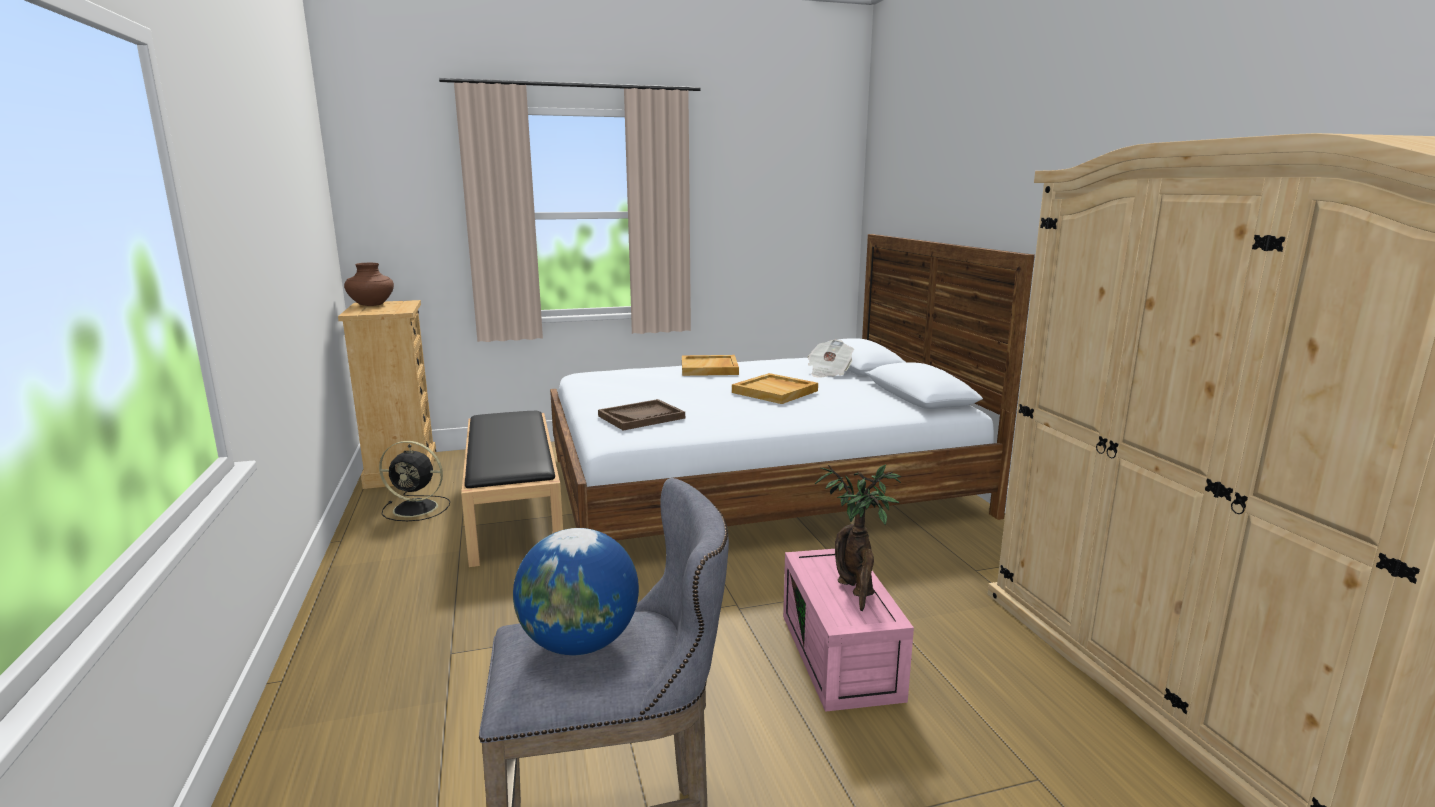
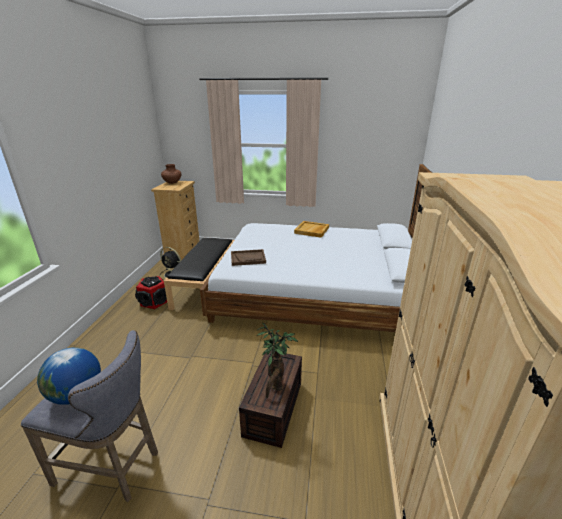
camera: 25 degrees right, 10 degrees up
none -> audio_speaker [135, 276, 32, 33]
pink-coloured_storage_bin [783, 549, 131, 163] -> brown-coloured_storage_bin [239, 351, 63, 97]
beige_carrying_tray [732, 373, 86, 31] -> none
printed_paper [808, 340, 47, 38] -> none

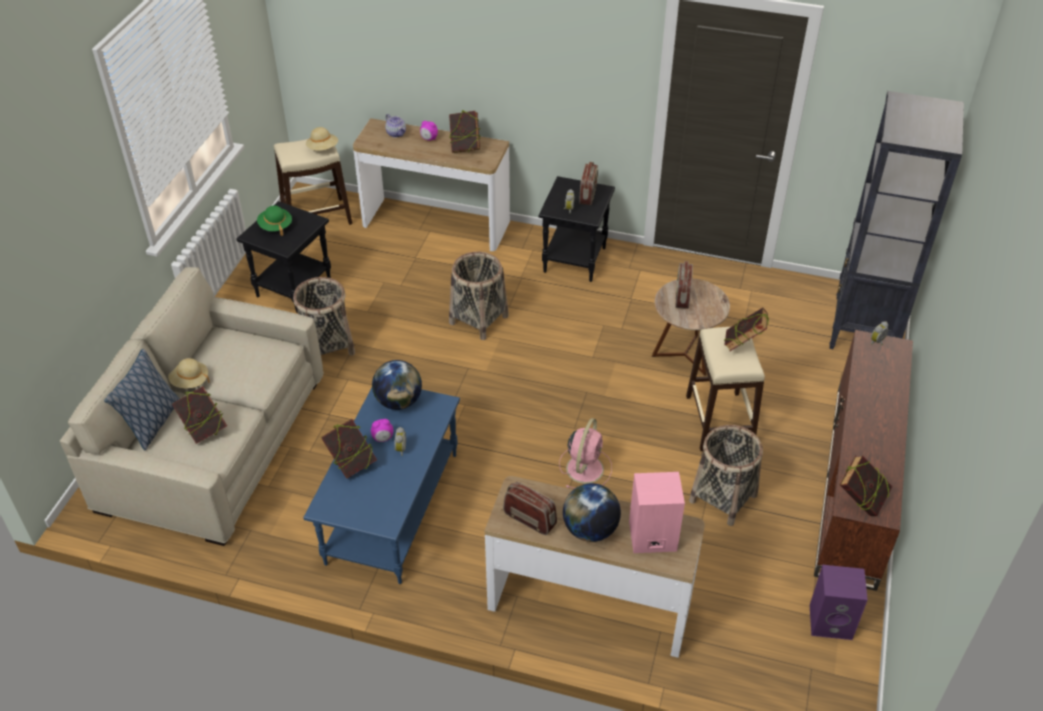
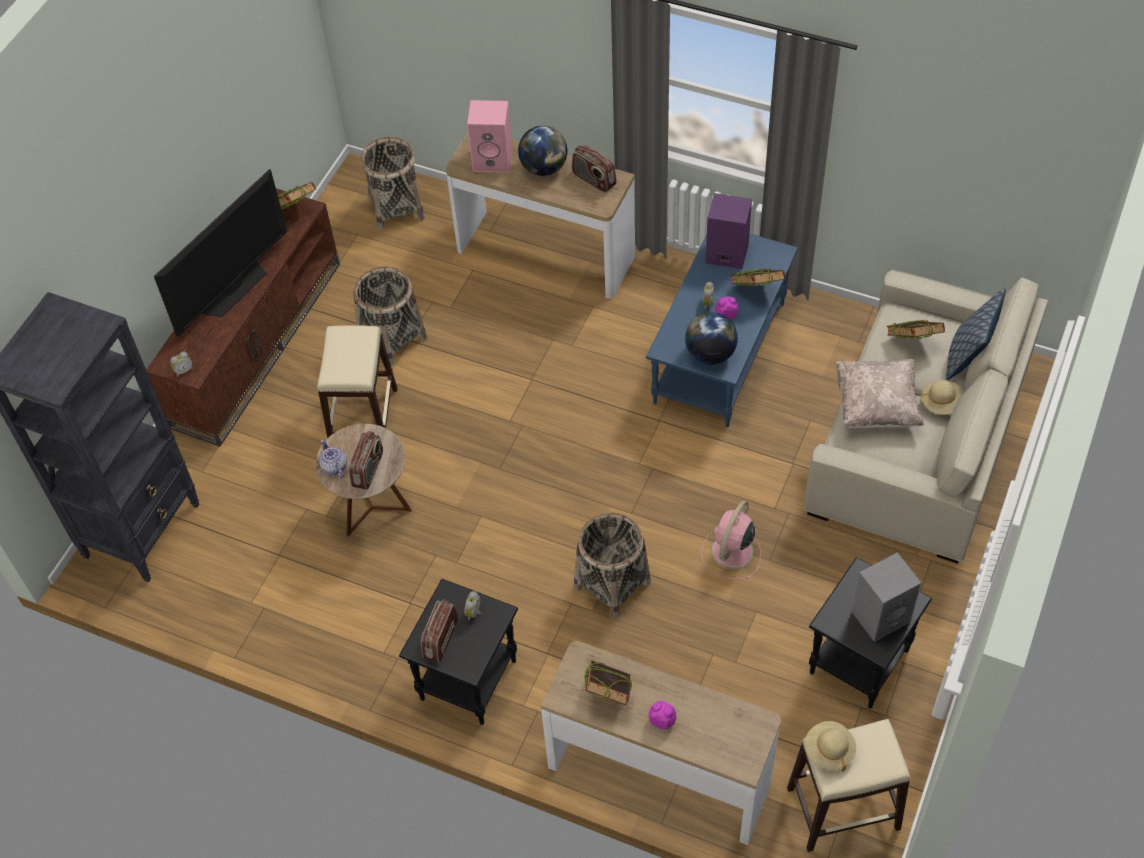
camera: 170 degrees left, 10 degrees up
none -> television [154, 169, 133, 168]
teapot [385, 114, 21, 24] -> teapot [319, 439, 28, 39], moved
household_basket [293, 277, 62, 79] -> household_basket [361, 137, 64, 93], moved
pink-coloured_cooling_fan [559, 418, 53, 71] -> pink-coloured_cooling_fan [701, 501, 60, 79], moved
purple-coloured_audio_speaker [810, 565, 58, 75] -> purple-coloured_audio_speaker [705, 193, 47, 76], moved
none -> beige_cushion [835, 359, 89, 69]
green-coloured_clothing_hat [257, 205, 35, 31] -> gray_audio_speaker [851, 552, 70, 90]
bound_book [724, 308, 45, 43] -> none

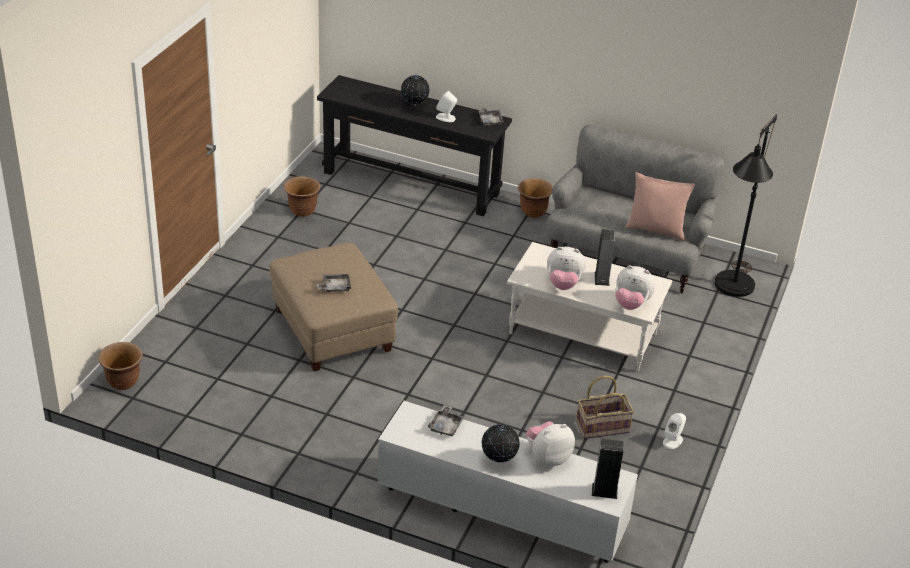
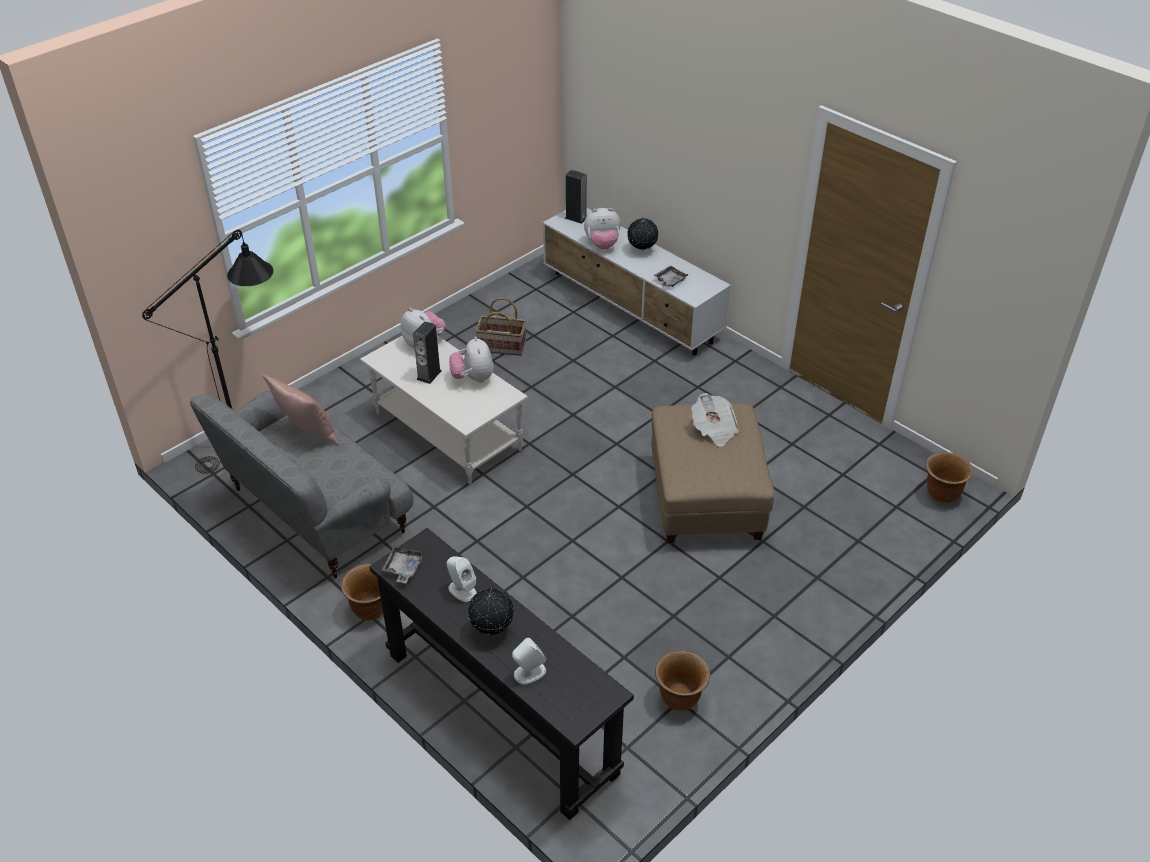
camera: 155 degrees left, 5 degrees up
soft_toy [547, 247, 38, 43] -> soft_toy [449, 337, 45, 46], 135 degrees counterclockwise
white-coloured_audio_speaker [663, 413, 23, 36] -> white-coloured_audio_speaker [512, 638, 34, 46], moved
gray_carrying_tray [317, 274, 34, 18] -> printed_paper [691, 393, 48, 54]

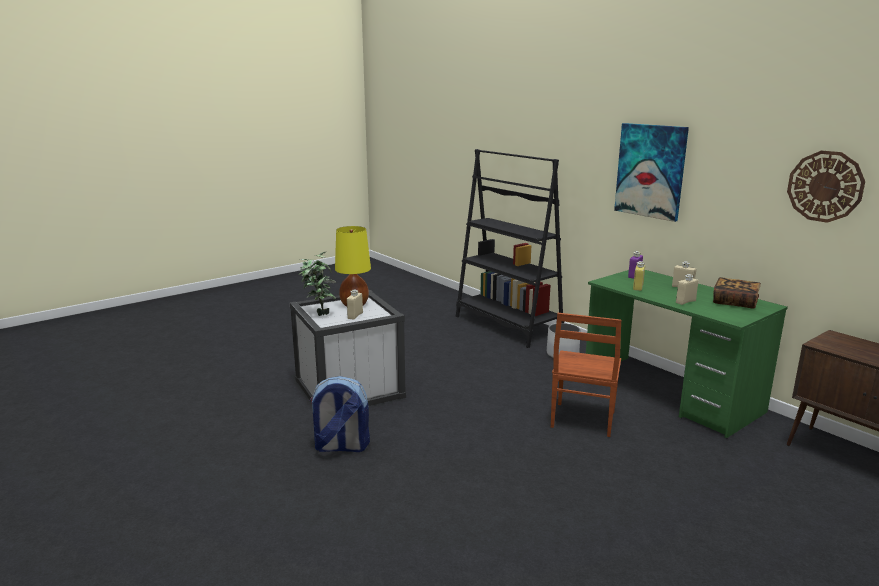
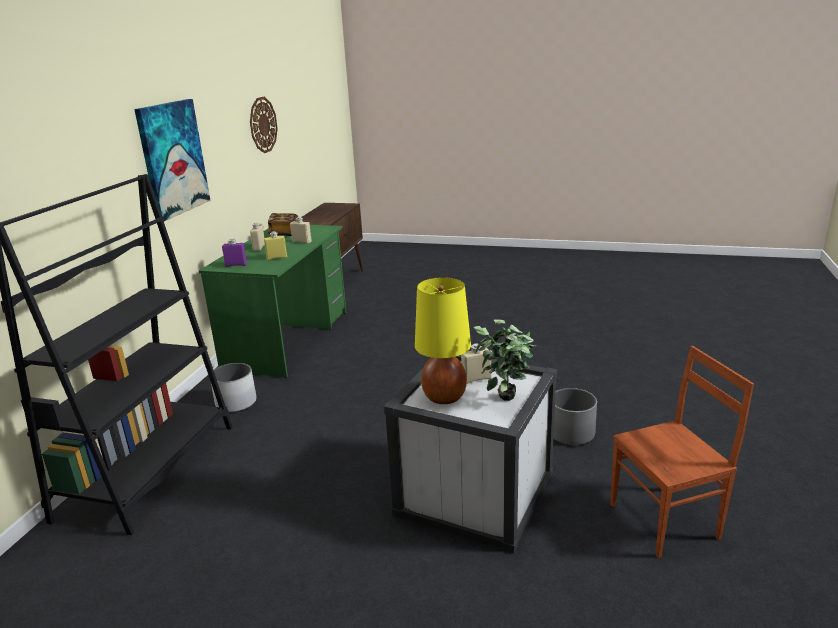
camera: 125 degrees left, 5 degrees up
knapsack [310, 376, 60, 76] -> gray_plant_pot [553, 388, 44, 57]
brown-coloured_plain_chair [551, 313, 70, 124] -> brown-coloured_plain_chair [610, 346, 144, 212], moved

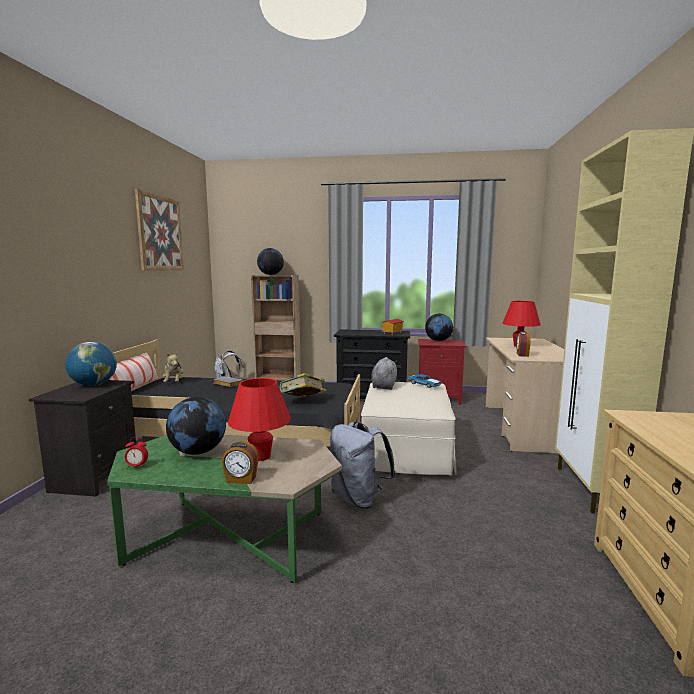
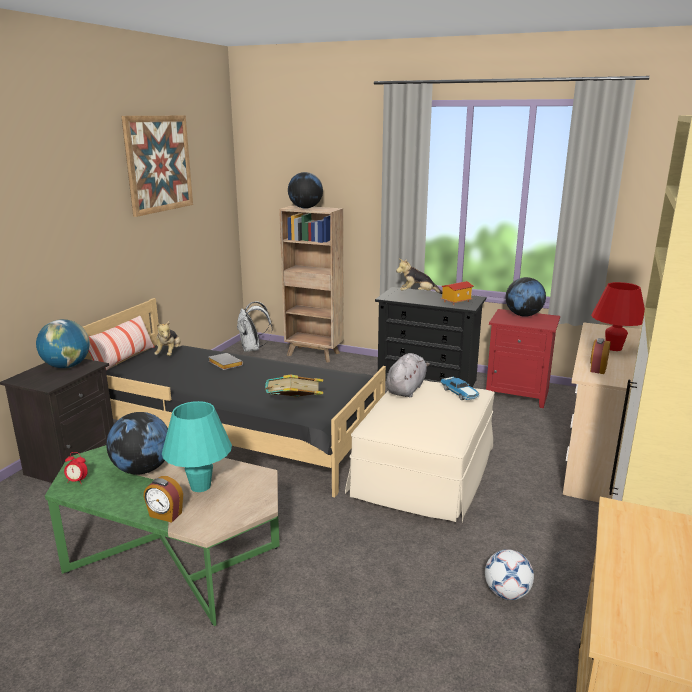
camera: 15 degrees right, 10 degrees up
reddish_lamp_for_a_table [228, 378, 63, 83] -> blue-green_lamp_for_a_table [162, 401, 70, 91]
none -> soft_toy [396, 258, 46, 36]
none -> ball_for_football [485, 549, 49, 51]
gray_knapsack [330, 422, 66, 87] -> none

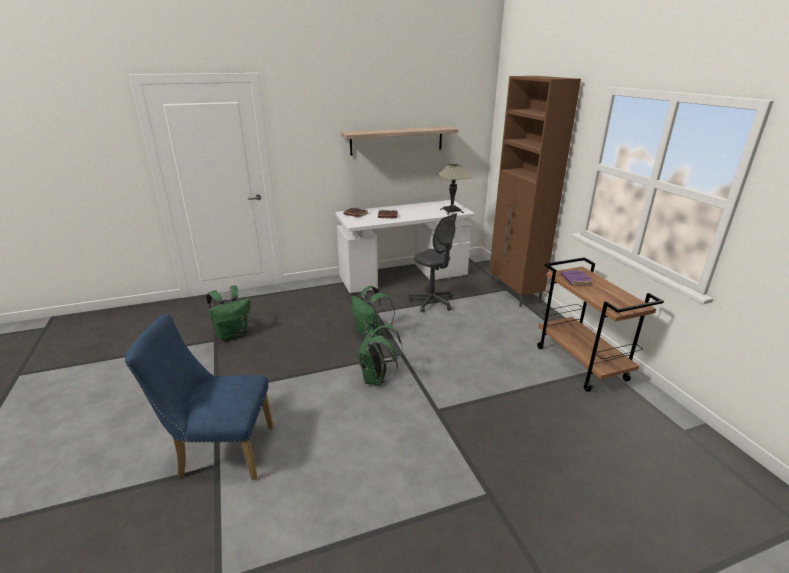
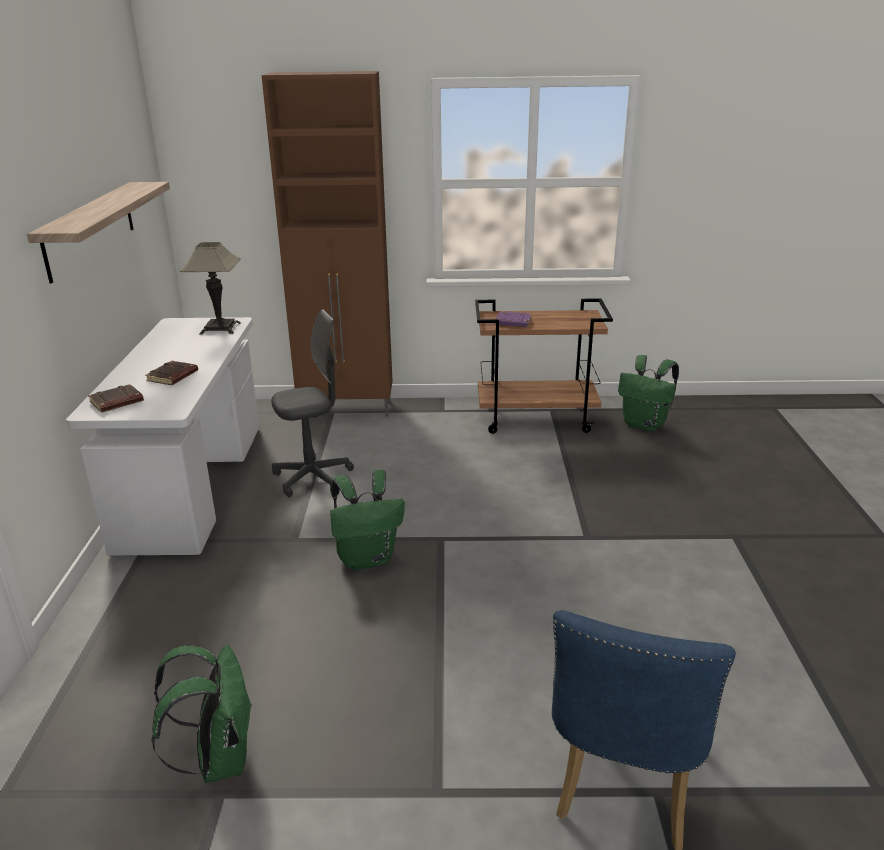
camera: 70 degrees left, 0 degrees up
green-coloured_knapsack [358, 325, 45, 60] -> green-coloured_knapsack [618, 355, 61, 76], moved

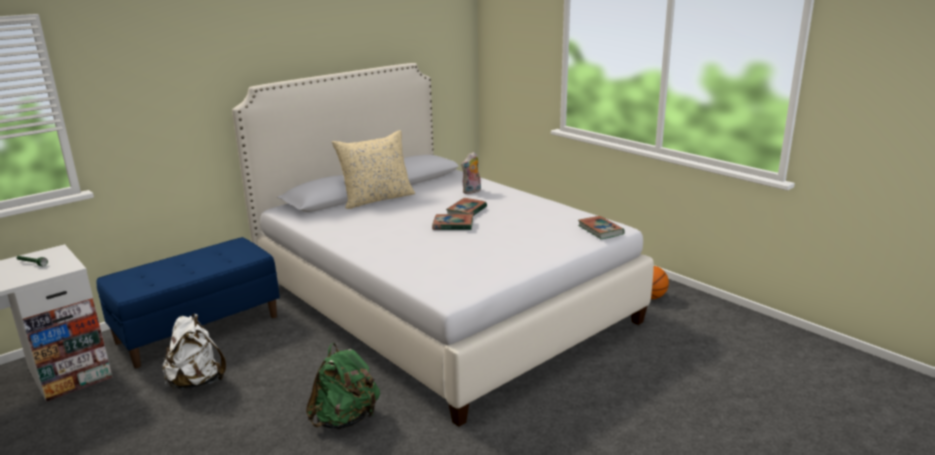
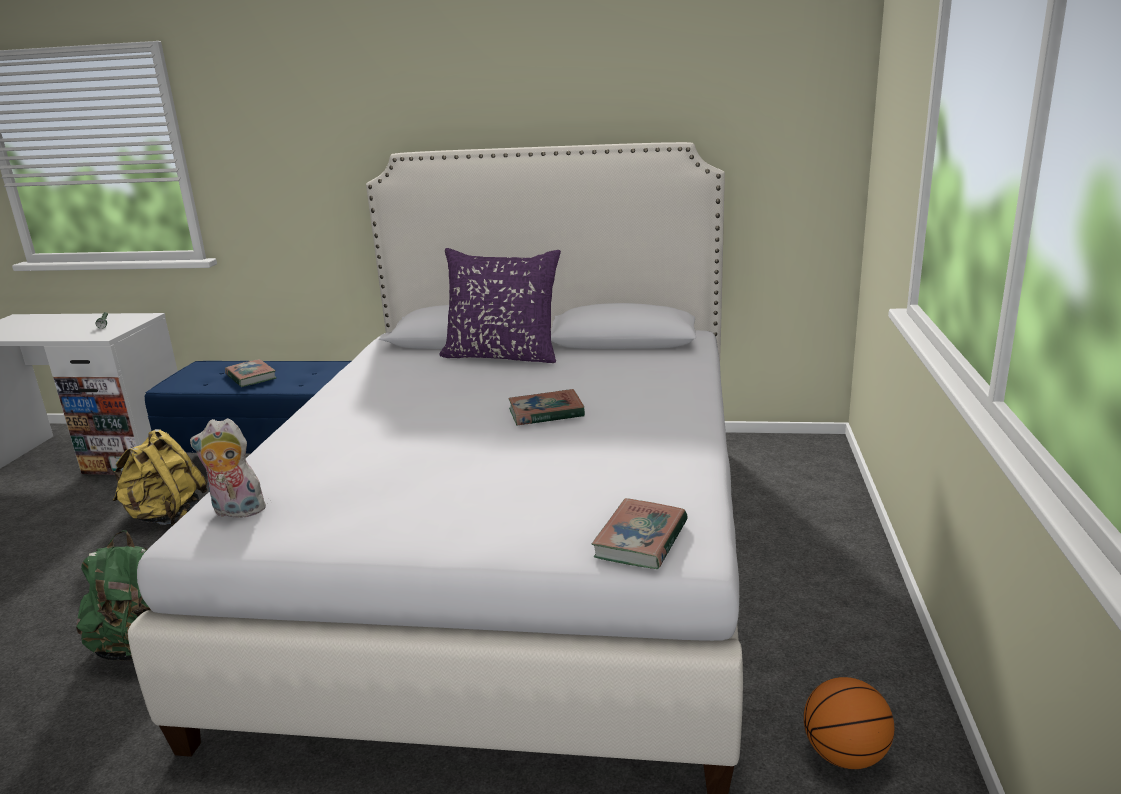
camera: 50 degrees right, 0 degrees up
white-coloured_knapsack [162, 314, 64, 75] -> yellowish_knapsack [113, 429, 94, 97]
soft_toy [461, 152, 20, 42] -> soft_toy [190, 418, 78, 100], moved
bound_book [432, 214, 41, 16] -> bound_book [225, 359, 52, 28], moved
beige_cushion [332, 130, 83, 79] -> purple-coloured_cushion [439, 248, 122, 115]

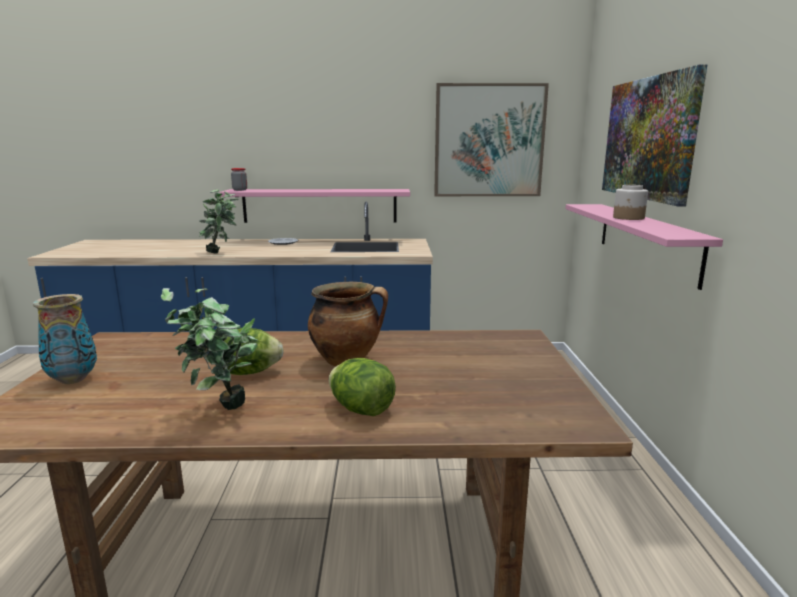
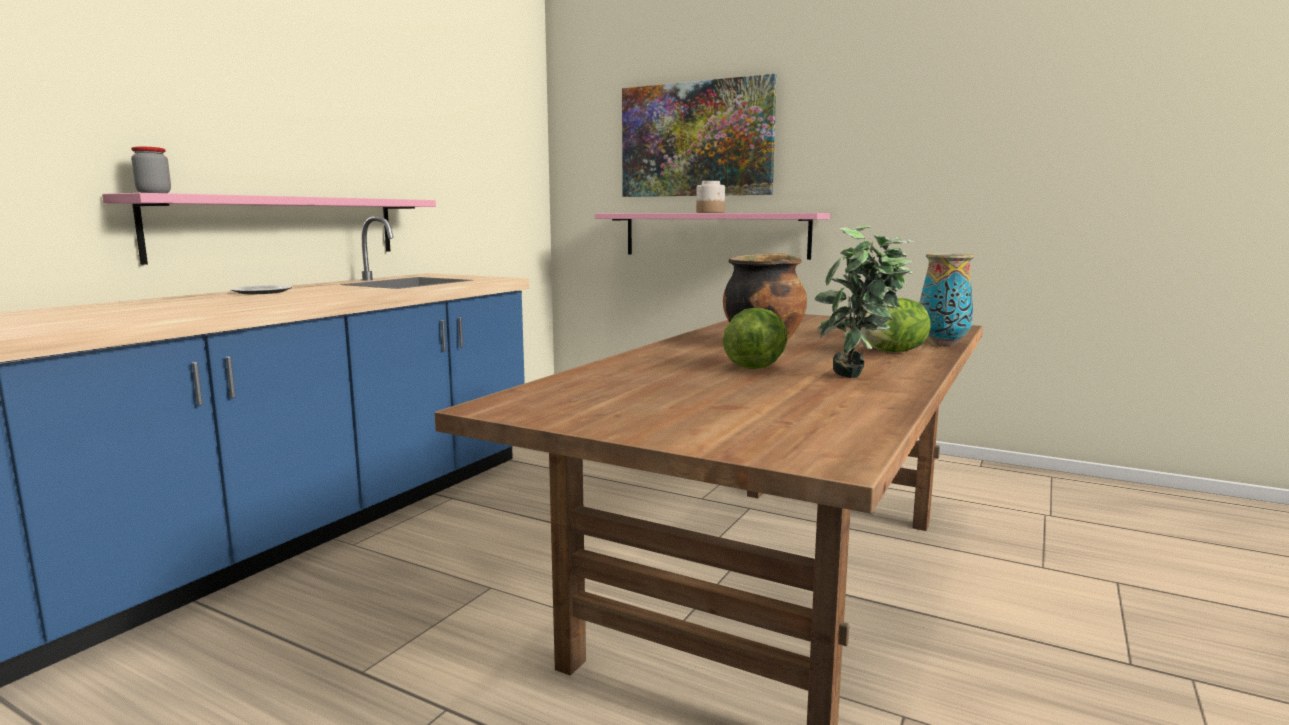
camera: 60 degrees left, 5 degrees down
flower_vase [33, 294, 64, 90] -> flower_vase [919, 253, 55, 94], moved
plant_in_a_pot [199, 189, 39, 64] -> none
wall_art [434, 83, 115, 113] -> none

